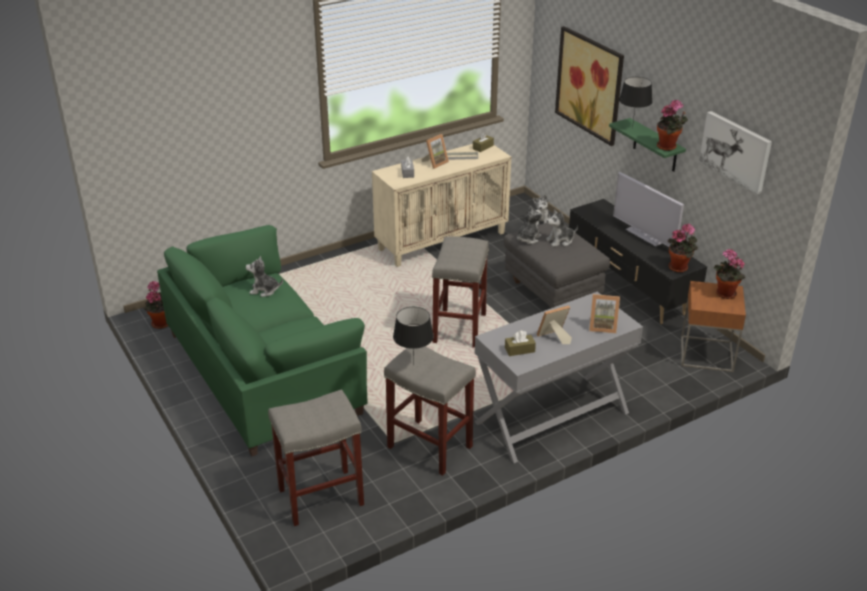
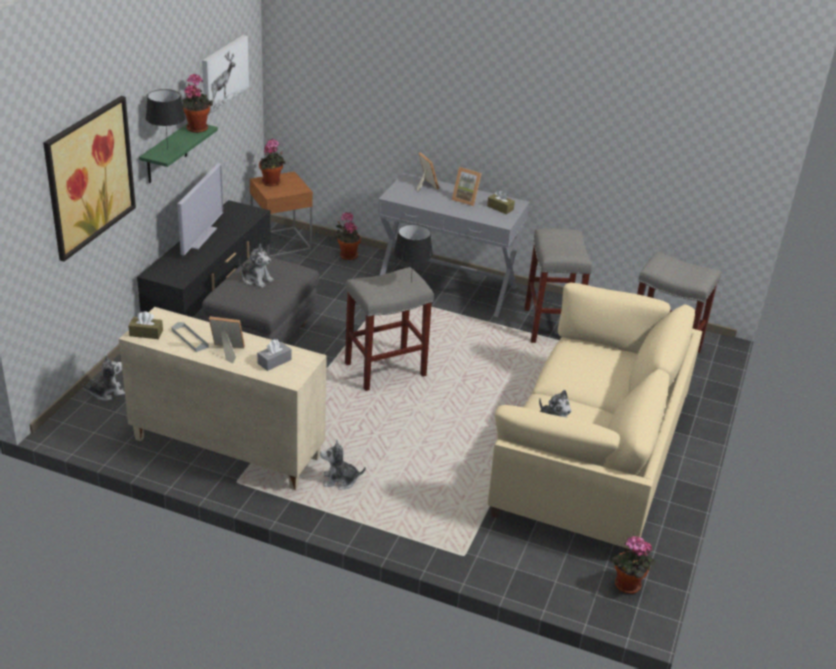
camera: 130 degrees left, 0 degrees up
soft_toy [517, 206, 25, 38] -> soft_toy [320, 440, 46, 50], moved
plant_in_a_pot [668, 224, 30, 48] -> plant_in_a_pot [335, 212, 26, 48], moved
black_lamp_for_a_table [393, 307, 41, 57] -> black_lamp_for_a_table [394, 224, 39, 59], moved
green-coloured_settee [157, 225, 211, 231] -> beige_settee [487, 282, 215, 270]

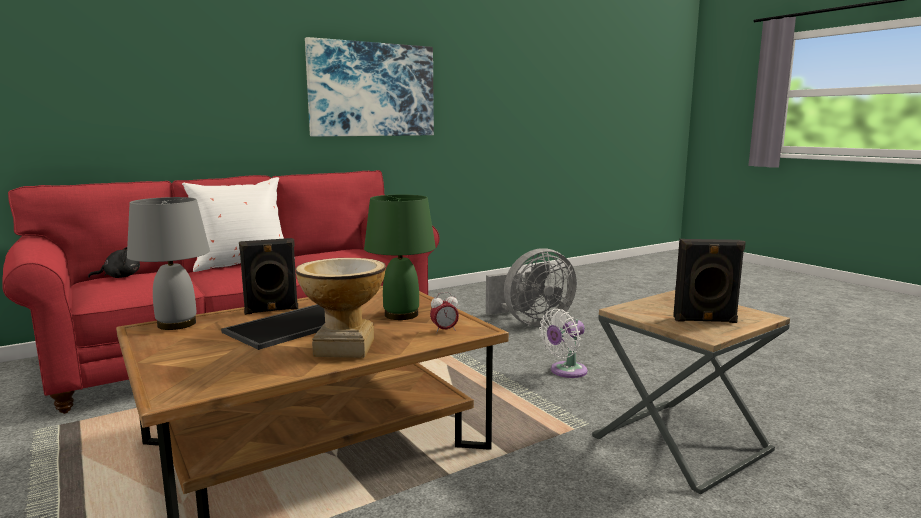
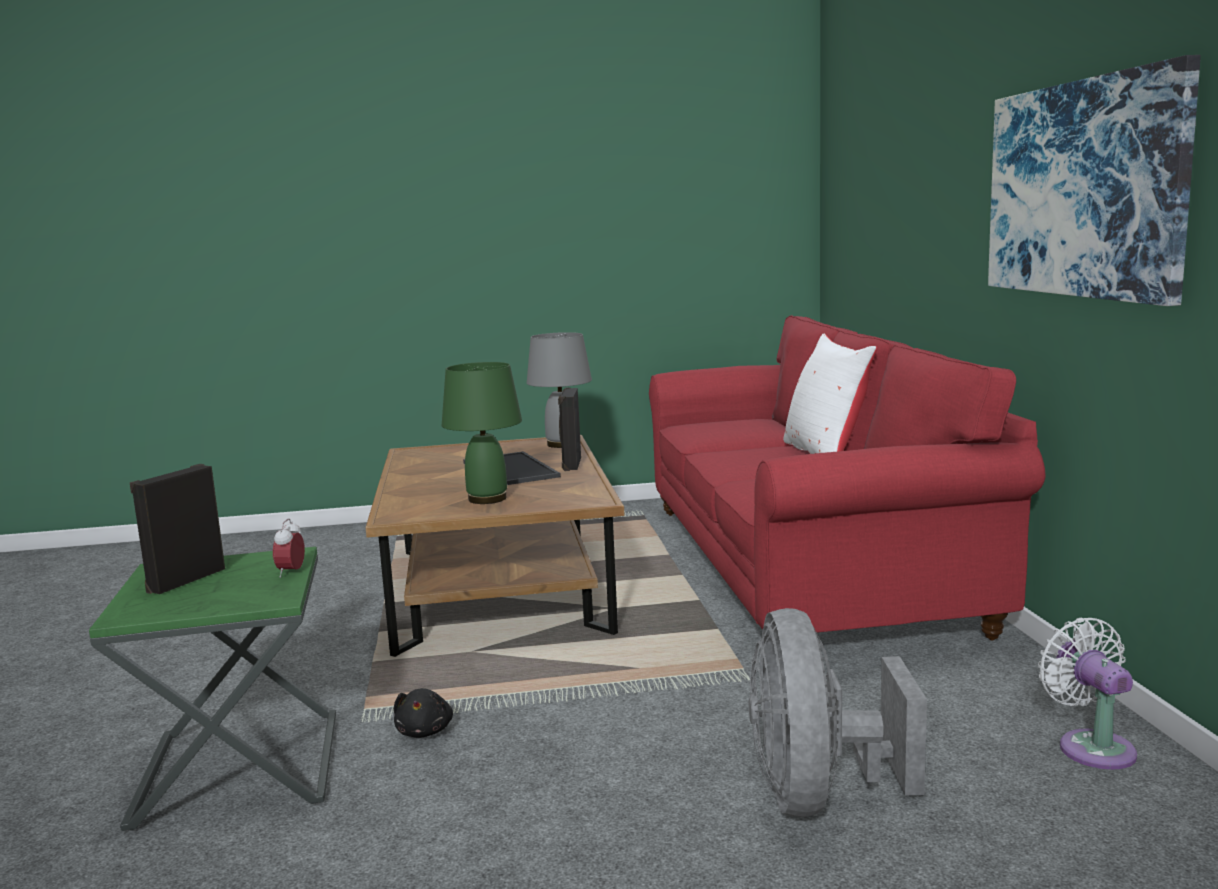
camera: 115 degrees right, 0 degrees up
brown-coloured_side_table [592, 290, 198, 204] -> green-coloured_side_table [89, 547, 247, 284]
alarm_clock [430, 292, 29, 41] -> alarm_clock [273, 519, 32, 59], moved
black_soft_toy [88, 247, 52, 31] -> black_soft_toy [394, 688, 59, 50], moved
white-coloured_cooling_fan [539, 309, 48, 69] -> white-coloured_cooling_fan [1038, 618, 99, 152], moved
flower_vase [296, 258, 90, 100] -> none

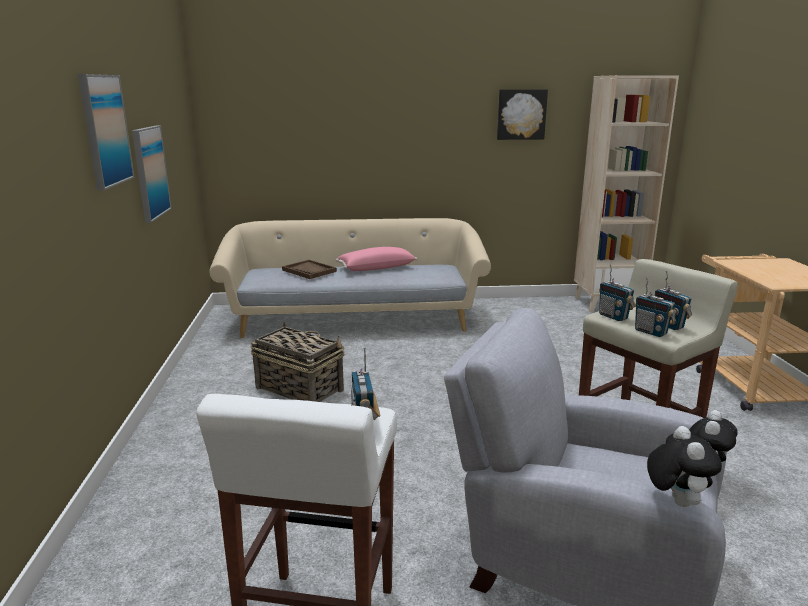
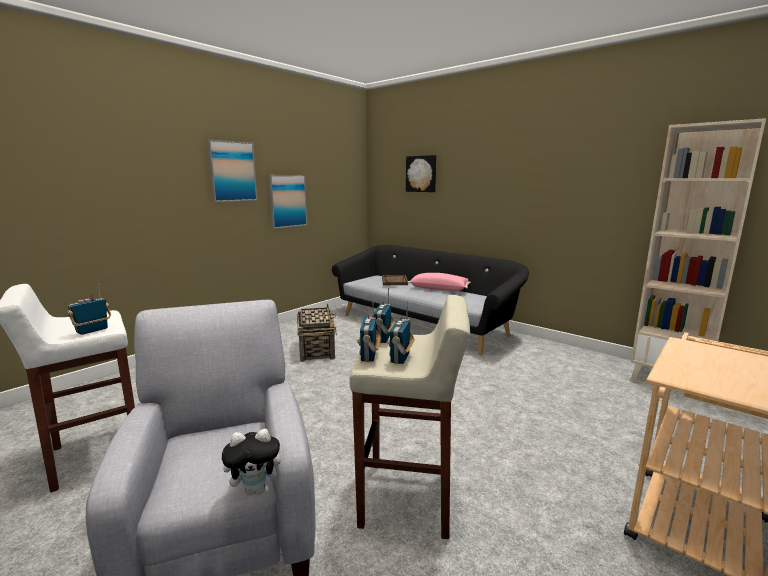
camera: 45 degrees right, 5 degrees down
beige_settee [210, 218, 281, 120] -> black_settee [332, 245, 197, 110]
wall_art [497, 89, 51, 51] -> wall_art [406, 155, 30, 37], moved
soft_toy [647, 426, 75, 81] -> none

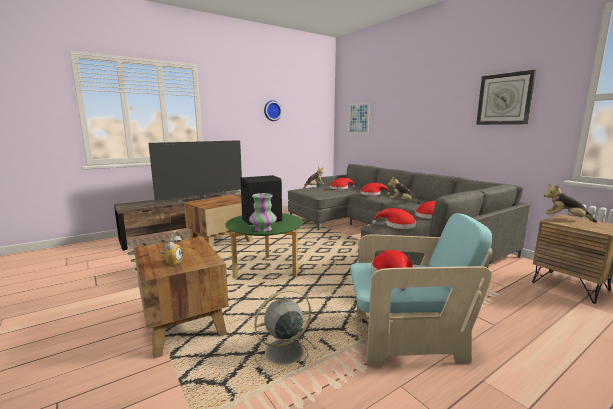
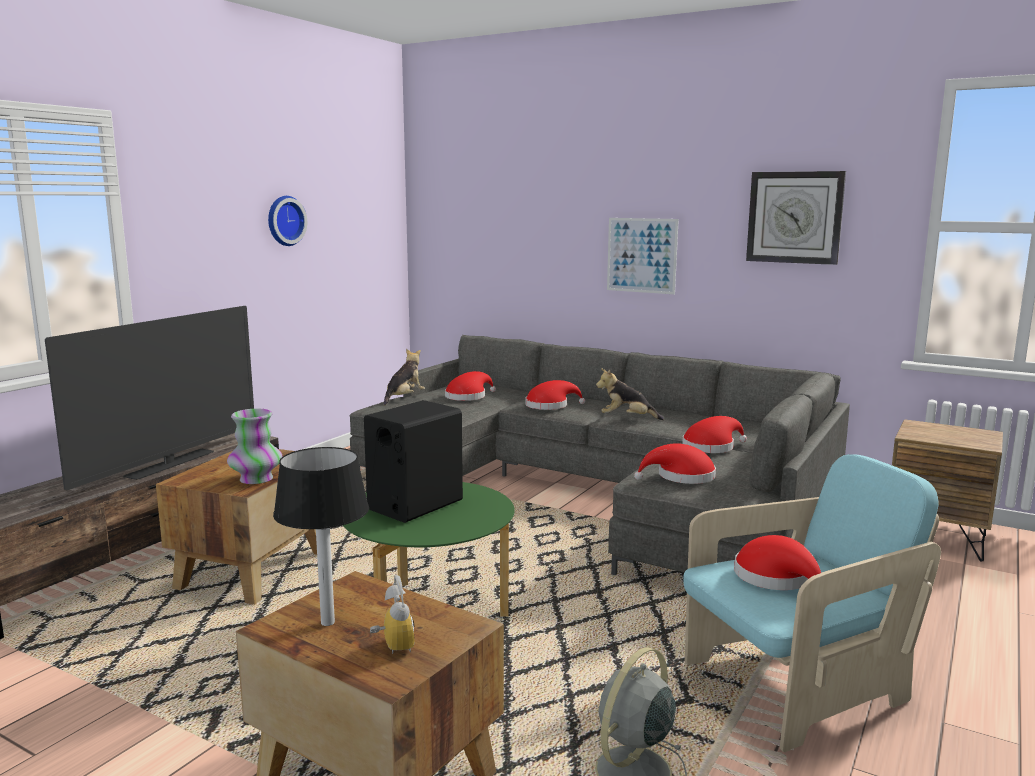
camera: 25 degrees left, 0 degrees up
flower_vase [249, 193, 28, 39] -> flower_vase [227, 409, 56, 75], moved
none -> lamp_for_a_table [273, 447, 96, 179]
wall_art [348, 102, 22, 32] -> wall_art [607, 218, 72, 76], moved
soft_toy [544, 184, 53, 39] -> none

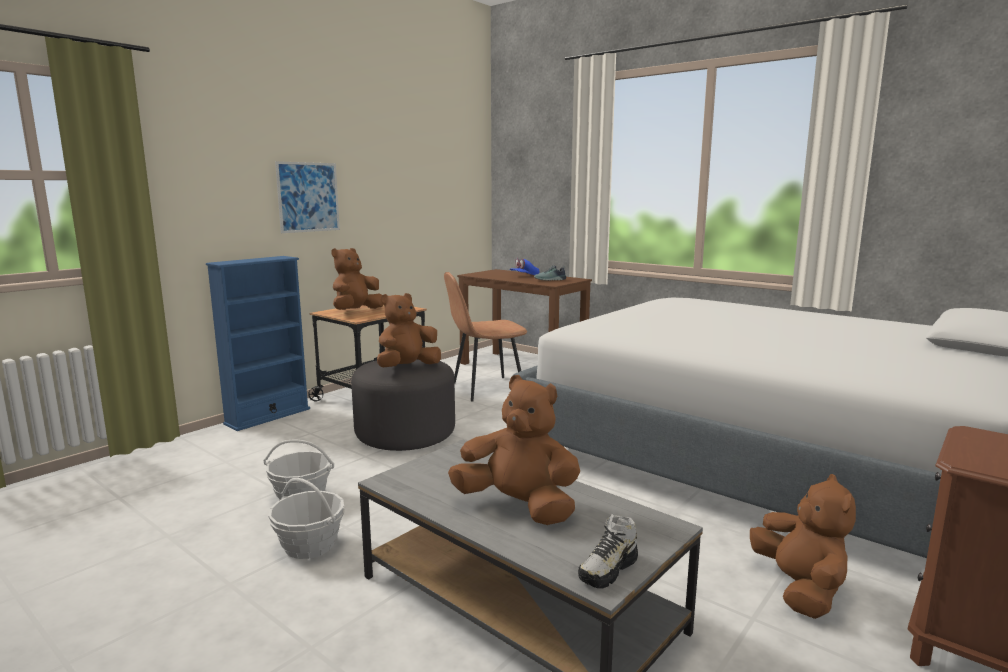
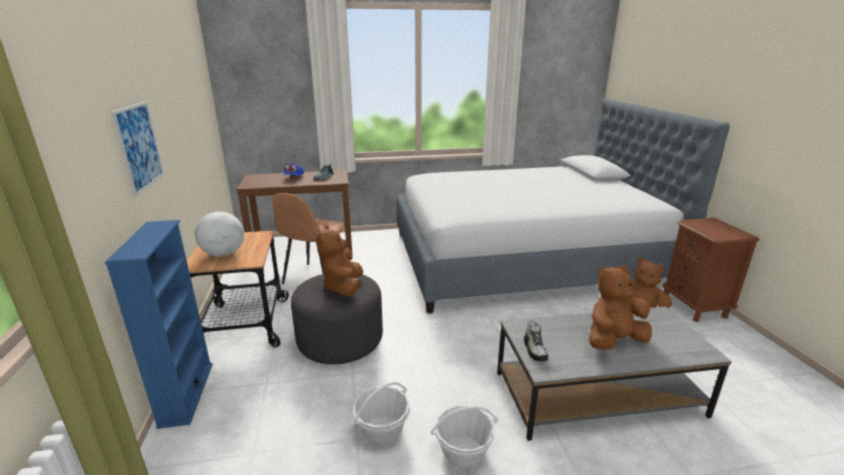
camera: 50 degrees left, 10 degrees up
brown-coloured_soft_toy [331, 248, 52, 62] -> desk_globe [195, 212, 49, 45]
low_shoe [578, 514, 60, 75] -> low_shoe [524, 321, 24, 40], moved

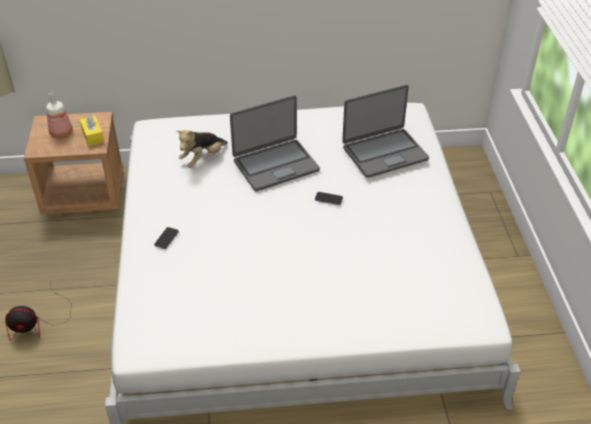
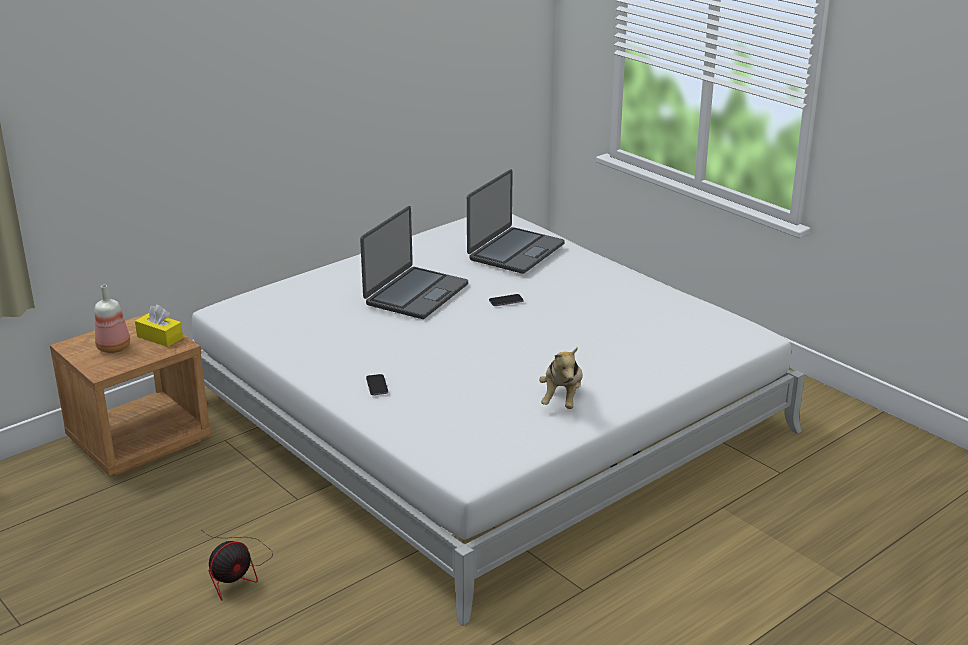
camera: 35 degrees left, 15 degrees down
soft_toy [176, 130, 52, 38] -> soft_toy [539, 347, 44, 62], moved

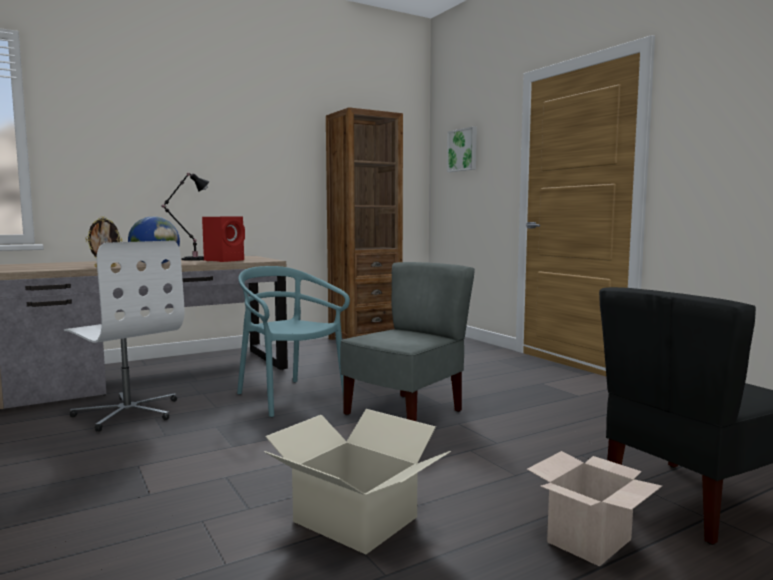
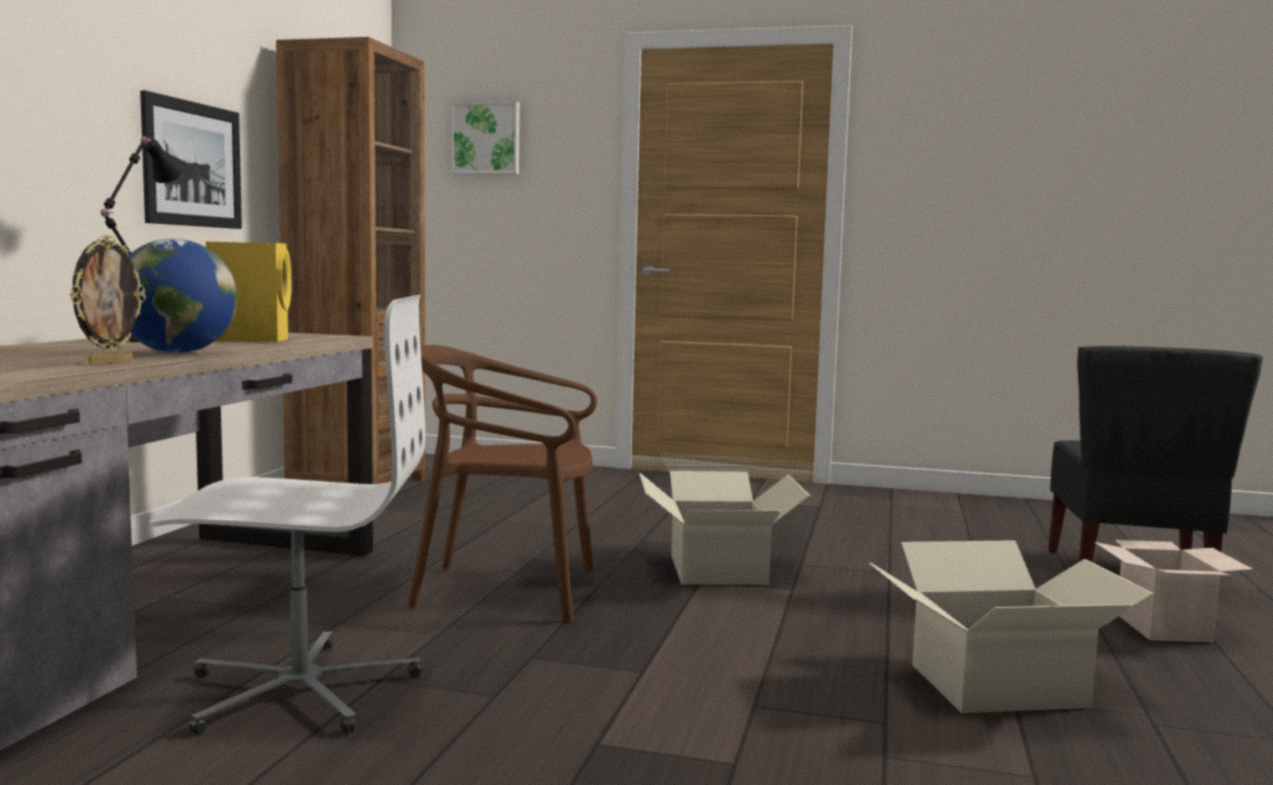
camera: 45 degrees left, 0 degrees up
none -> wall_art [140, 90, 102, 139]
reddish_audio_speaker [202, 216, 43, 46] -> yellowish_audio_speaker [206, 242, 86, 100]
blue-green_plain_chair [237, 266, 113, 151] -> brown-coloured_plain_chair [408, 345, 189, 277]
gray_plain_chair [340, 262, 135, 160] -> cardboard_box [639, 471, 171, 114]

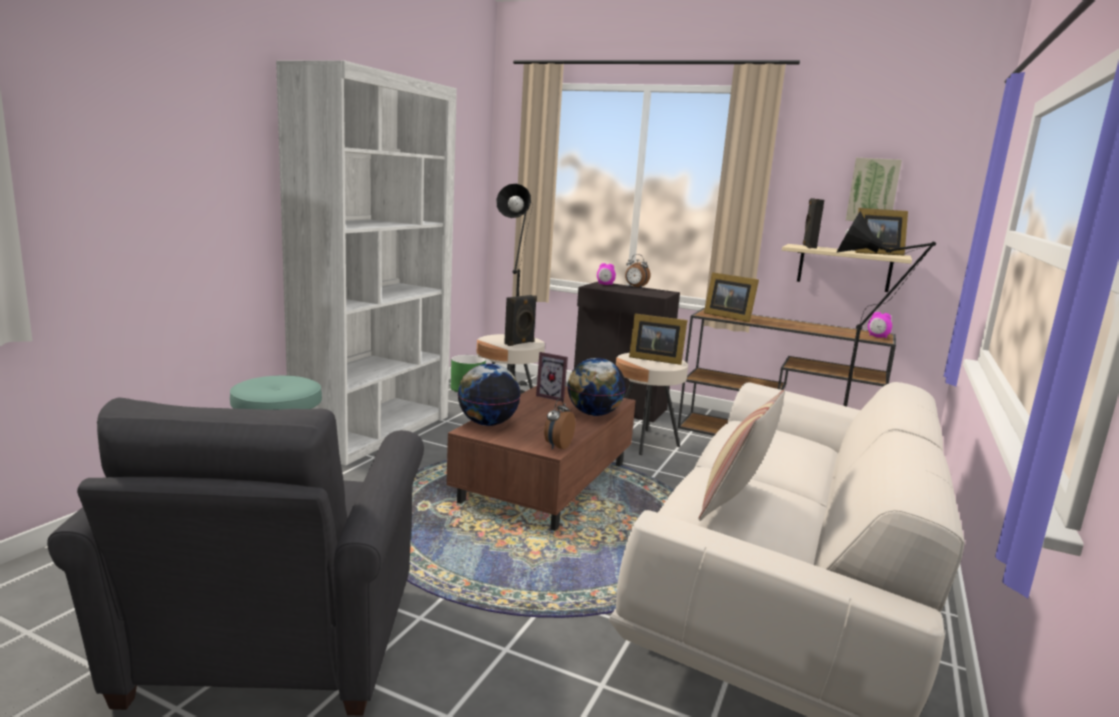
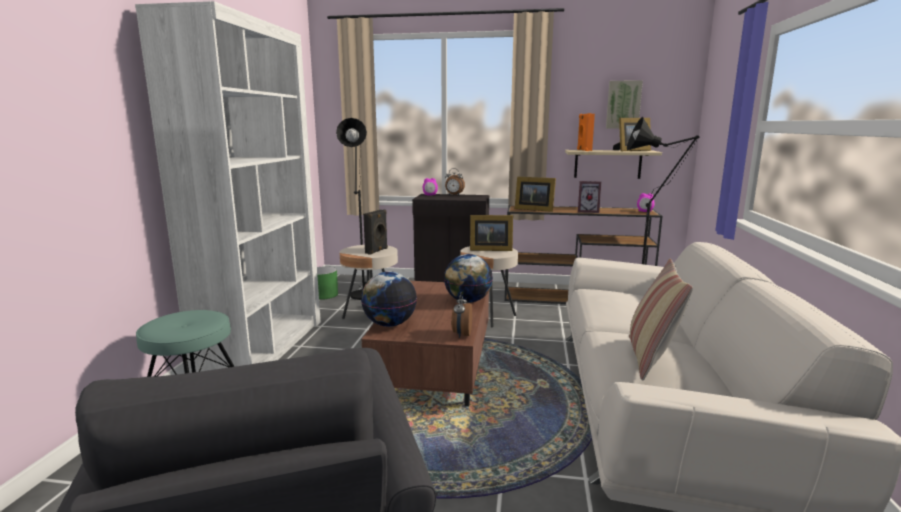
camera: 15 degrees left, 0 degrees up
black_audio_speaker [803, 198, 21, 51] -> orangey_audio_speaker [577, 113, 18, 38]
photo_frame [536, 352, 32, 50] -> photo_frame [578, 181, 23, 32], moved

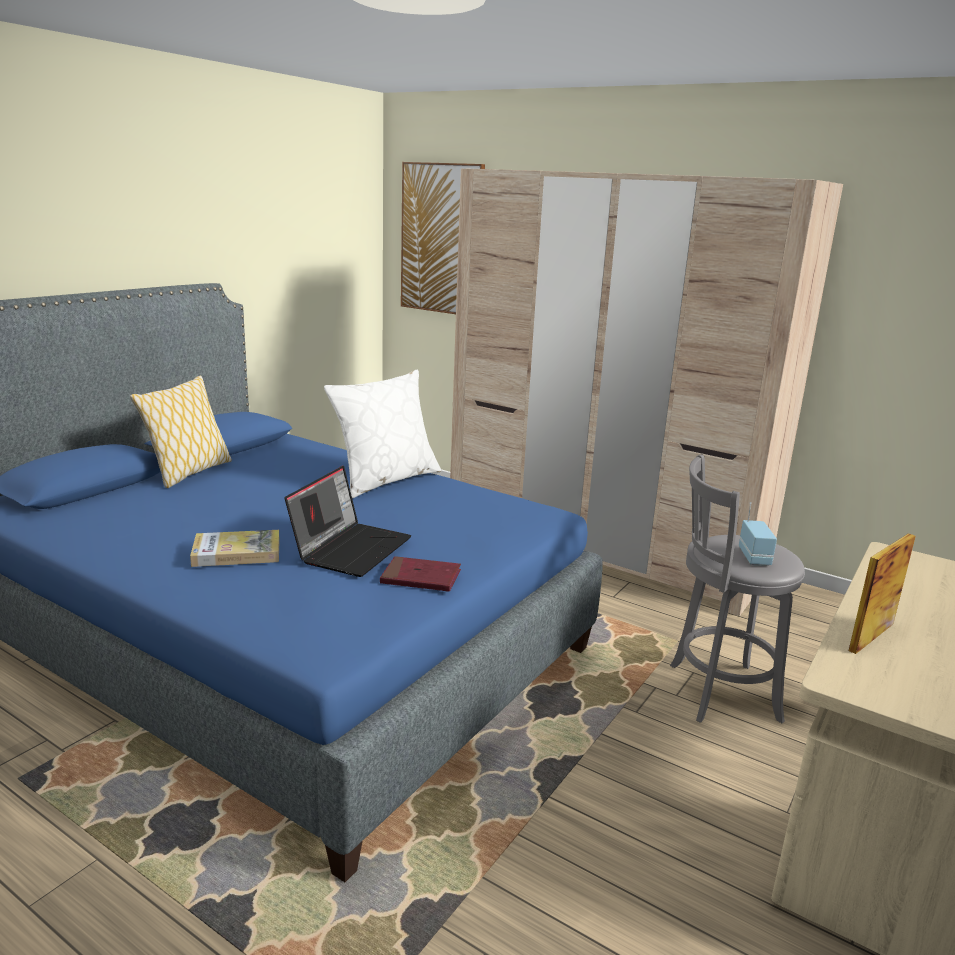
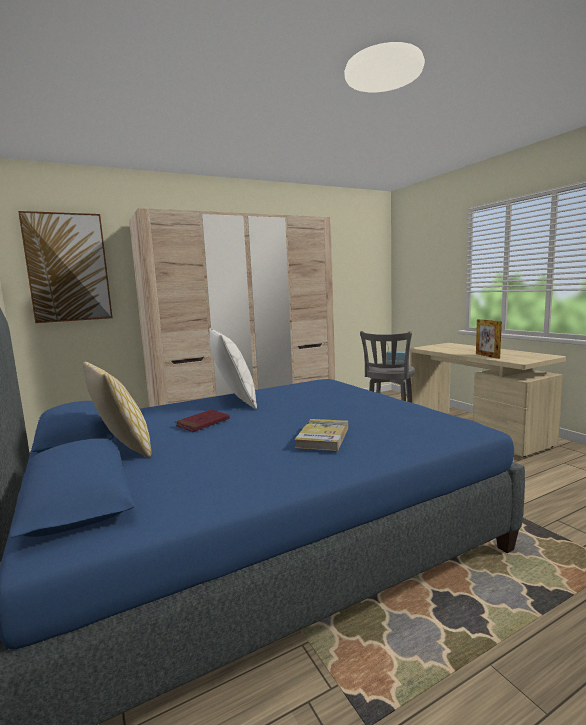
camera: 60 degrees left, 10 degrees down
reddish_bound_book [380, 556, 81, 35] -> reddish_bound_book [175, 409, 55, 23], moved
notebook_computer [285, 466, 126, 111] -> none

